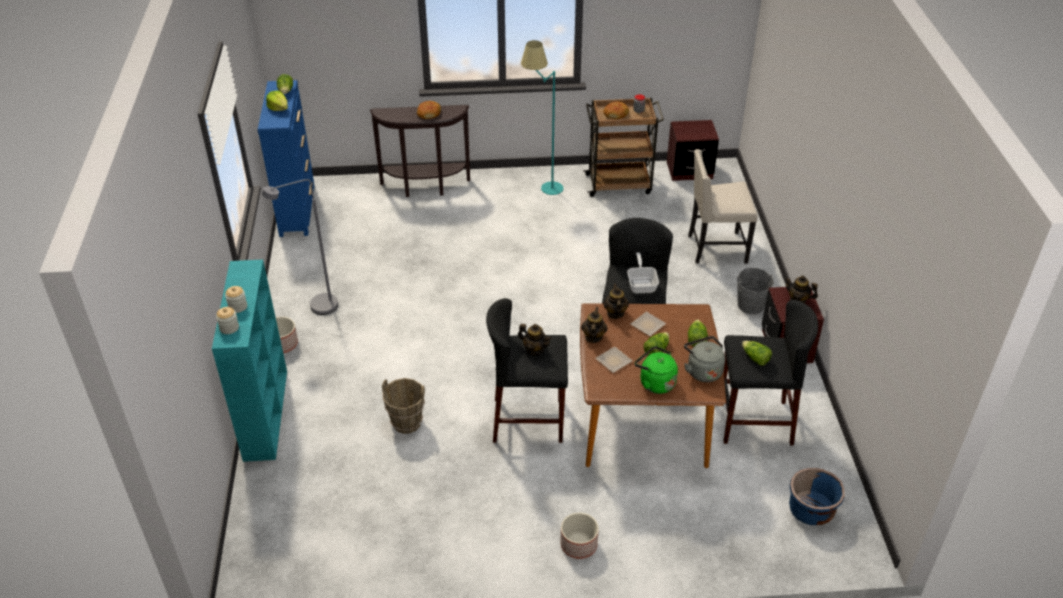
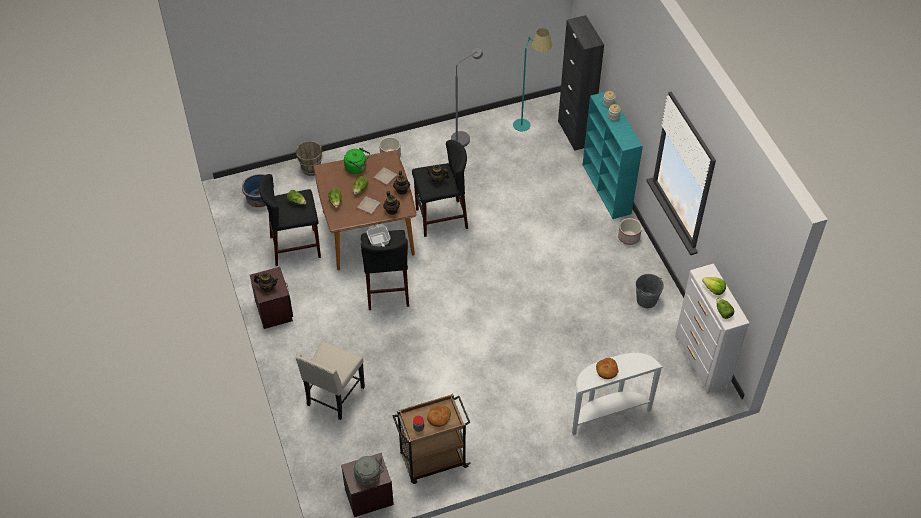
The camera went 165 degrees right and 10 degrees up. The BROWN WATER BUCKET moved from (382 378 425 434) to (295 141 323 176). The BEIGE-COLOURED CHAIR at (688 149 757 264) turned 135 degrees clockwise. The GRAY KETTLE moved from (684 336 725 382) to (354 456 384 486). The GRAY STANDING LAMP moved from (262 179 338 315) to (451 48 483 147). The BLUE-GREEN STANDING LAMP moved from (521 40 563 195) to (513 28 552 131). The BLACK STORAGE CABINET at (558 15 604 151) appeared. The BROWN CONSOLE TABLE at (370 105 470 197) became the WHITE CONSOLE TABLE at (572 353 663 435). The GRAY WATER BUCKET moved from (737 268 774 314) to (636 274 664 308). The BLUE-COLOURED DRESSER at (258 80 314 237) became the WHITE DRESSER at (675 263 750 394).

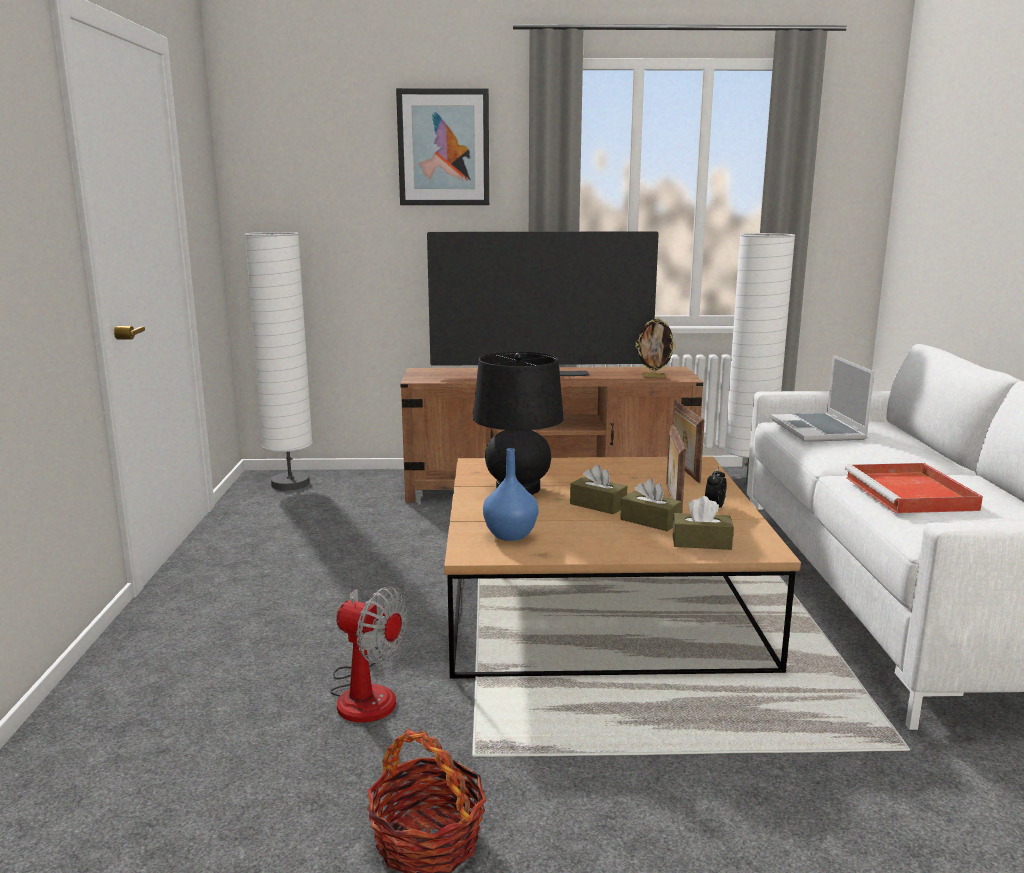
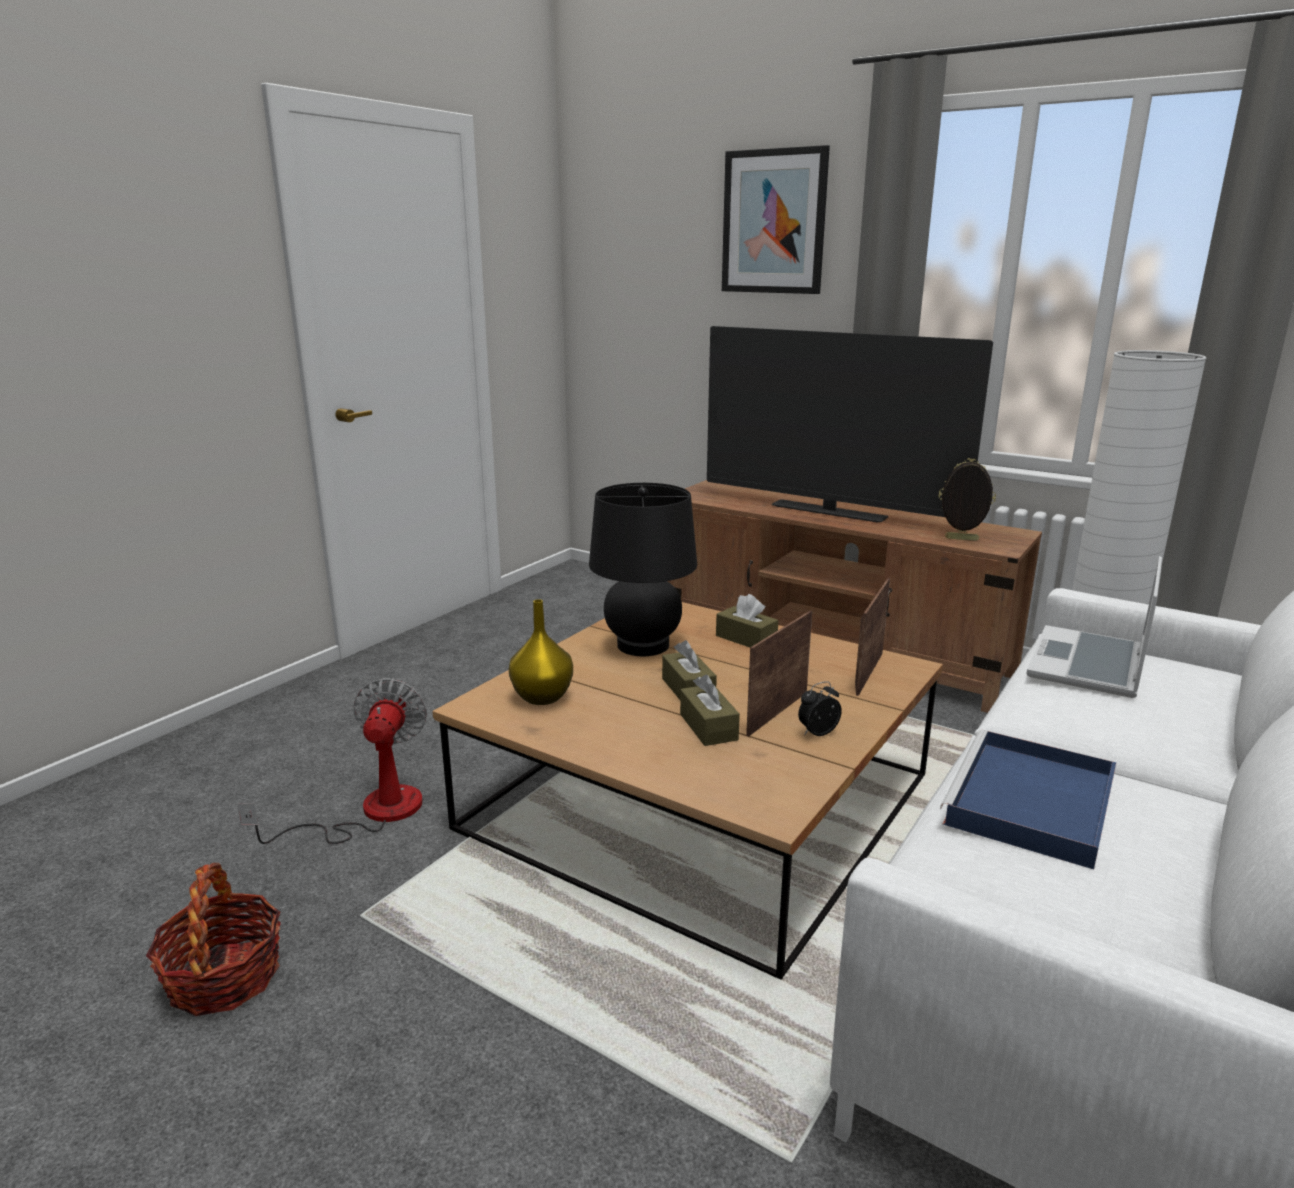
The camera went 35 degrees right and 5 degrees up. The COOLING FAN at (330 587 408 723) turned 150 degrees counterclockwise. The BLUE-COLOURED DECORATIVE VASE at (483 448 539 541) became the YELLOW DECORATIVE VASE at (509 599 573 705). The BROWN TISSUE HOLDER moved from (672 496 734 550) to (716 594 778 647). The PHOTO FRAME at (635 317 676 378) turned 150 degrees clockwise. The RED CARRYING TRAY at (845 463 983 513) became the BLUE-COLOURED CARRYING TRAY at (940 730 1116 869). The WHITE STANDING LAMP at (245 232 313 490) disappeared.

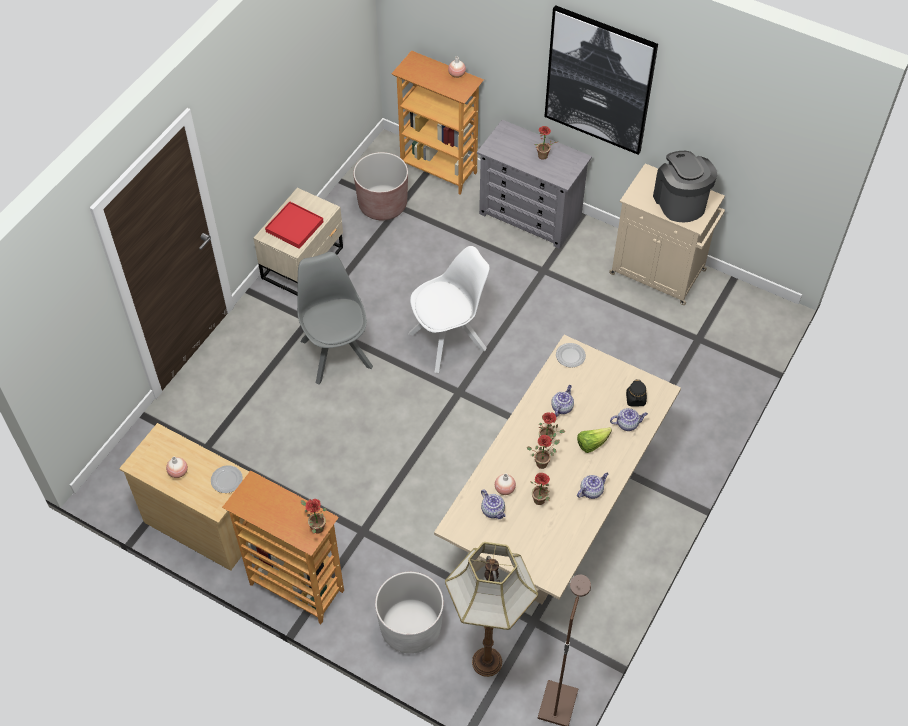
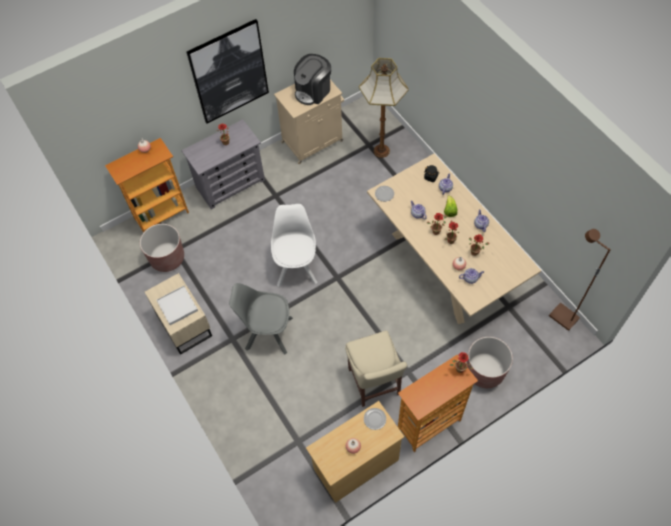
The camera went 60 degrees left and 5 degrees up. The RED CARRYING TRAY at (265 201 324 249) became the WHITE CARRYING TRAY at (157 286 198 325). The COFFEE MACHINE at (653 151 717 223) turned 60 degrees counterclockwise. The BEIGE-COLOURED CHAIR at (345 331 407 407) appeared. The STANDING LAMP moved from (445 542 538 677) to (359 58 409 158). The WHITE PLANT POT at (375 572 444 654) became the BROWN PLANT POT at (467 337 513 388).

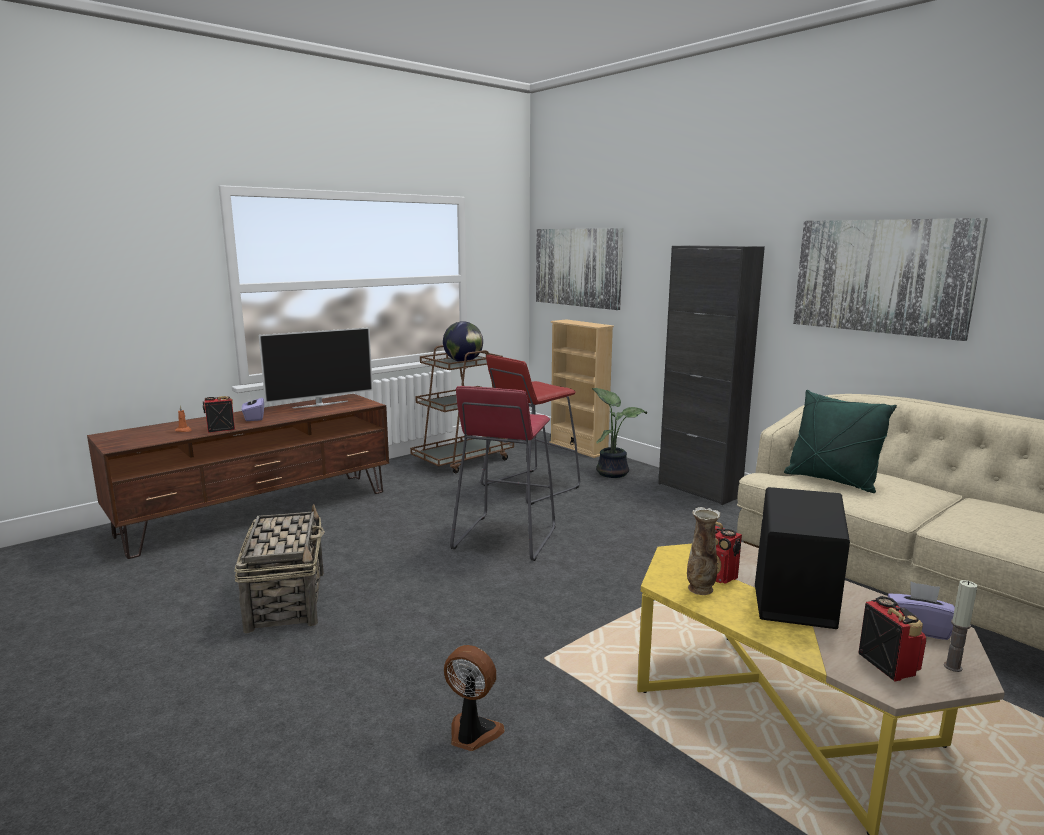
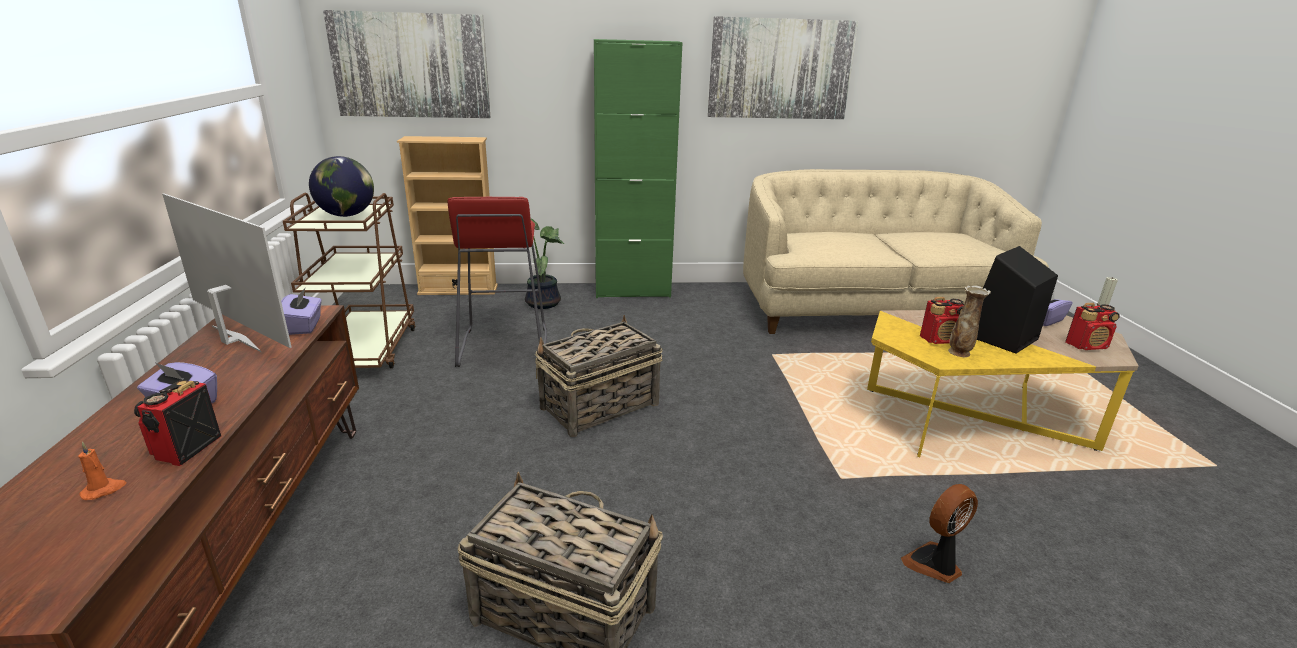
The camera went 55 degrees left and 10 degrees up. The TV SET at (259 327 373 408) turned 60 degrees counterclockwise. The PURPLE-COLOURED TISSUE HOLDER at (281 287 322 335) appeared. The RED STOOL SEAT at (450 386 555 561) was replaced by the STORAGE BASKET at (535 315 663 437). The BLACK STORAGE CABINET at (658 245 765 505) became the GREEN-COLOURED STORAGE CABINET at (594 39 683 298). The RADIO RECEIVER at (858 596 926 681) turned 150 degrees clockwise. The GREEN-COLOURED PILLOW at (784 390 897 493) disappeared.

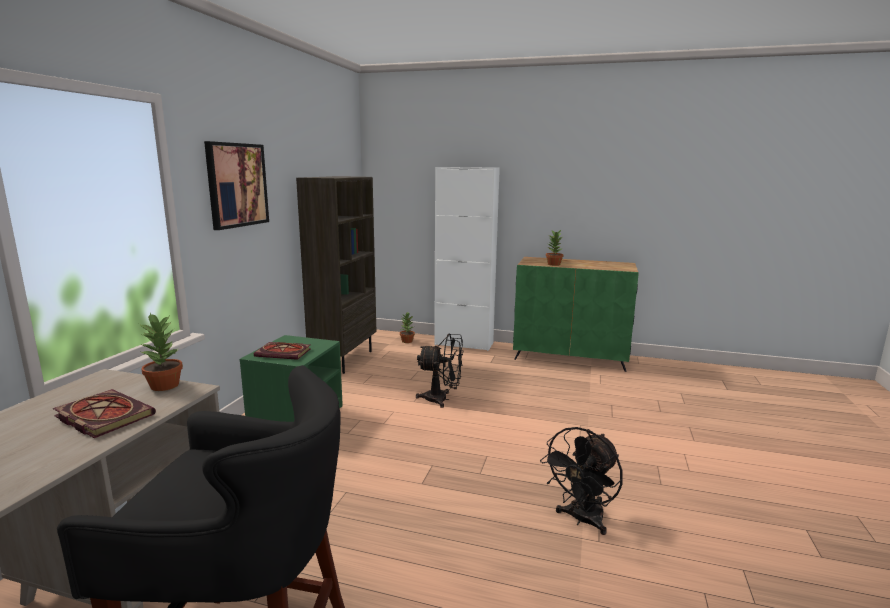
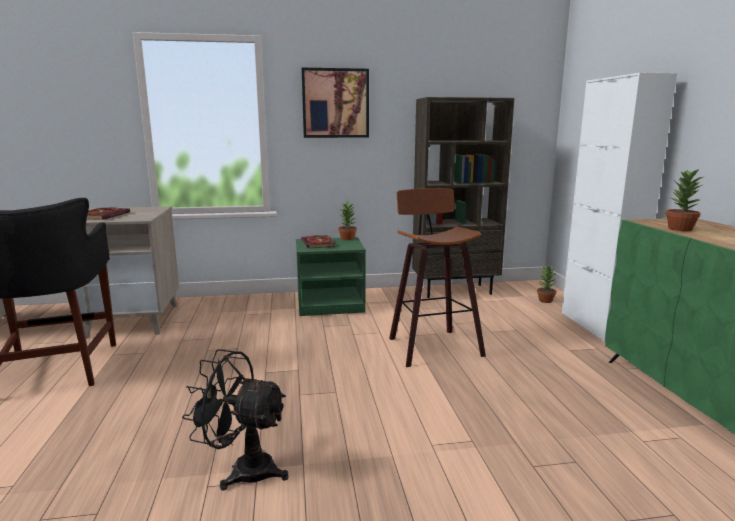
The camera went 65 degrees right and 0 degrees up. The HOUSEPLANT moved from (139 313 183 391) to (338 201 357 240). The BLACK COOLING FAN at (416 334 463 408) was replaced by the STOOL SEAT at (389 188 486 367).

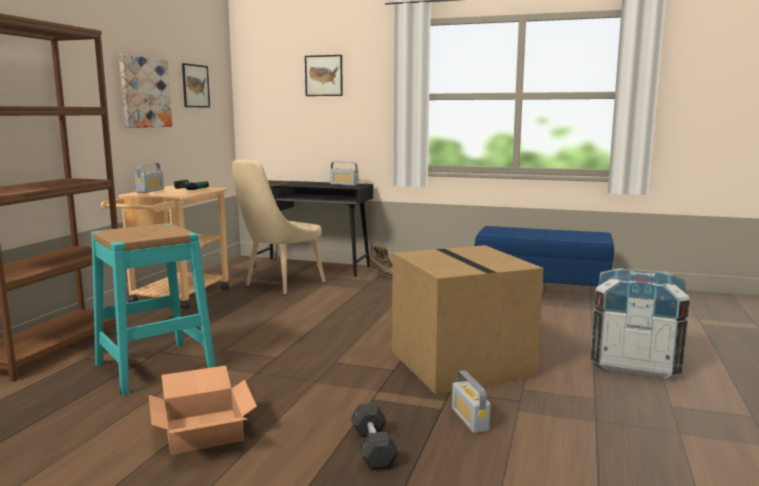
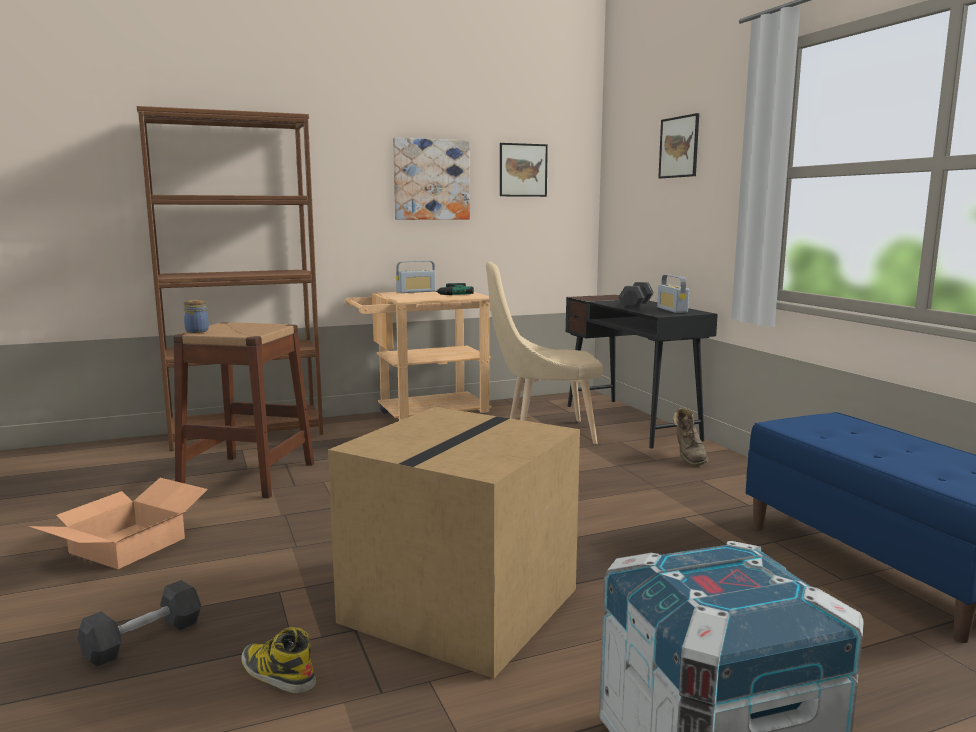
The camera went 50 degrees right and 0 degrees up. The BLUE-GREEN STOOL SEAT at (91 223 216 396) became the BROWN STOOL SEAT at (173 322 314 498). The PRESERVE JAR at (184 300 209 333) appeared. The RADIO RECEIVER at (452 370 491 433) was replaced by the TALL BOOT at (241 627 316 693). The GRAY FREE WEIGHT at (619 282 654 309) appeared.

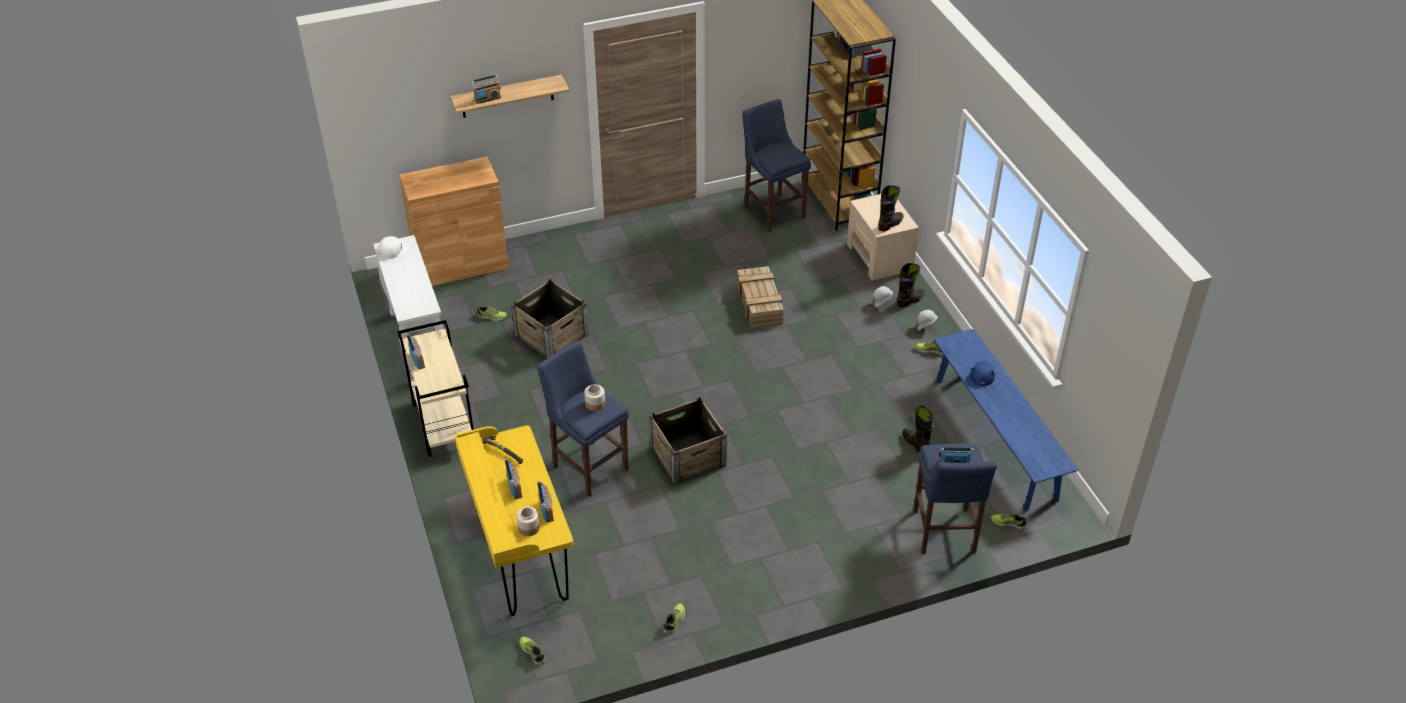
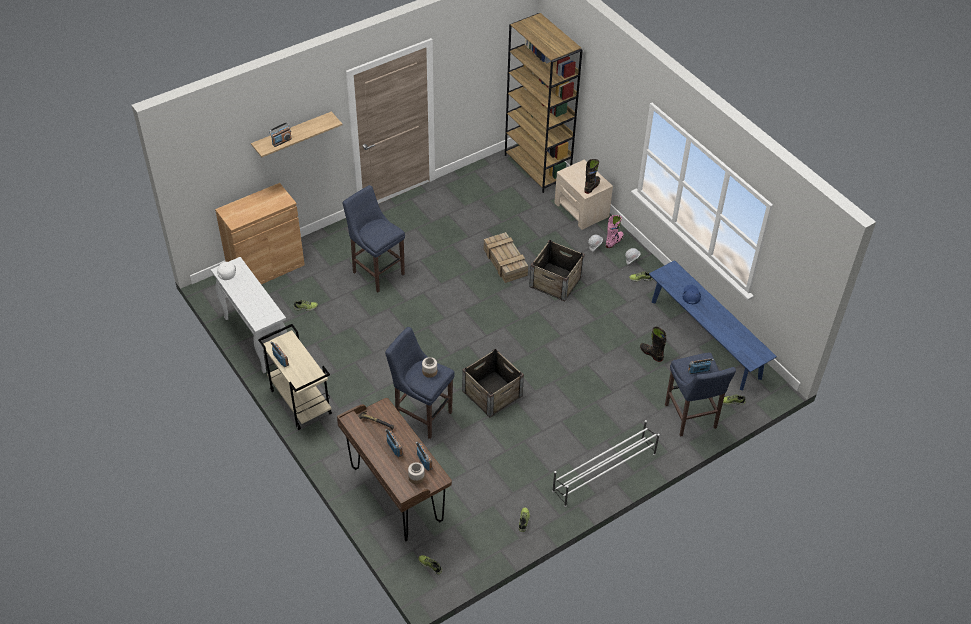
The camera went 15 degrees left and 5 degrees up. The YELLOW DESK at (455 425 573 616) became the BROWN DESK at (337 398 452 541). The BLUE-COLOURED STOOL SEAT moved from (742 99 811 232) to (343 185 405 292). The CRATE moved from (511 279 589 358) to (529 240 585 302). The WHITE SHOE RACK at (552 420 660 507) appeared. The BLACK TALL BOOT at (897 263 925 308) became the PINK-COLOURED TALL BOOT at (606 215 624 248).

